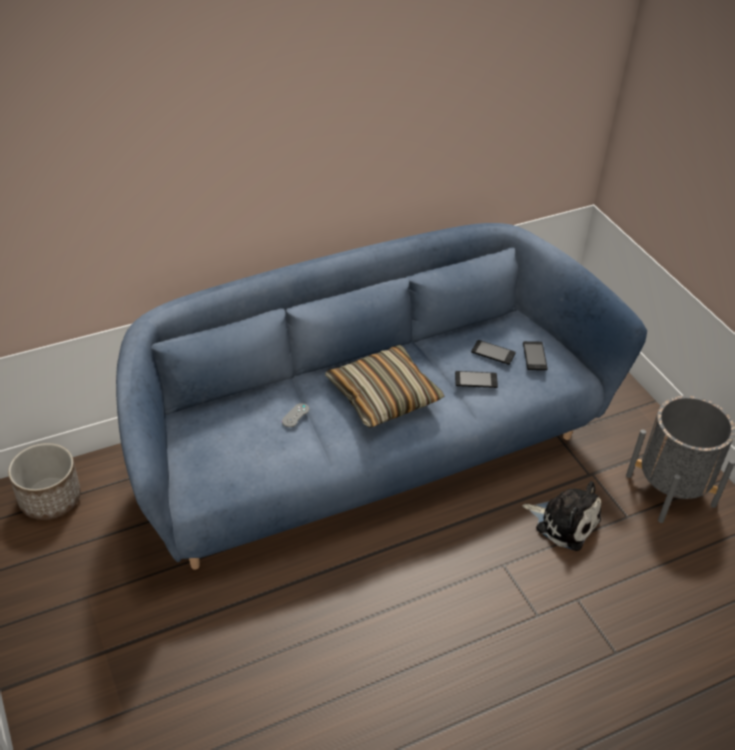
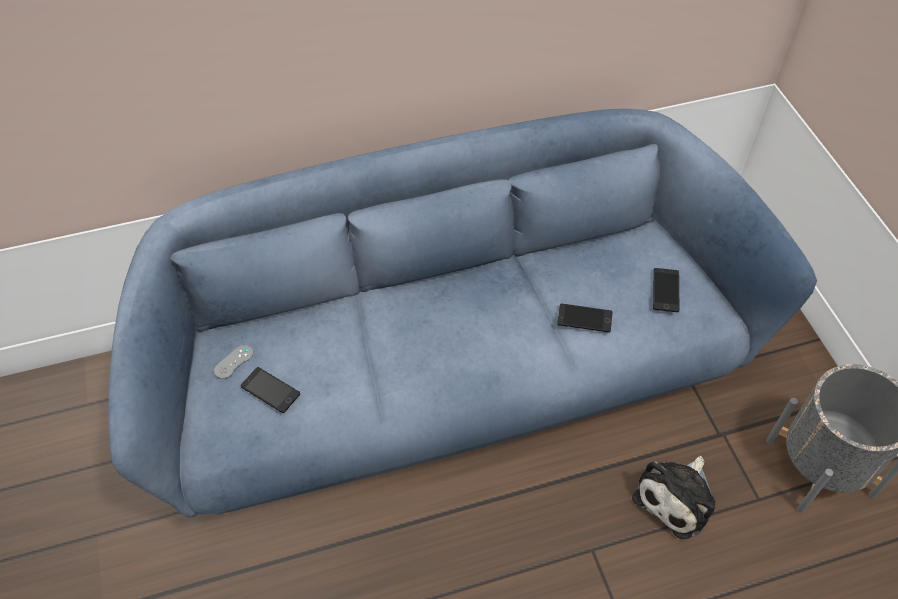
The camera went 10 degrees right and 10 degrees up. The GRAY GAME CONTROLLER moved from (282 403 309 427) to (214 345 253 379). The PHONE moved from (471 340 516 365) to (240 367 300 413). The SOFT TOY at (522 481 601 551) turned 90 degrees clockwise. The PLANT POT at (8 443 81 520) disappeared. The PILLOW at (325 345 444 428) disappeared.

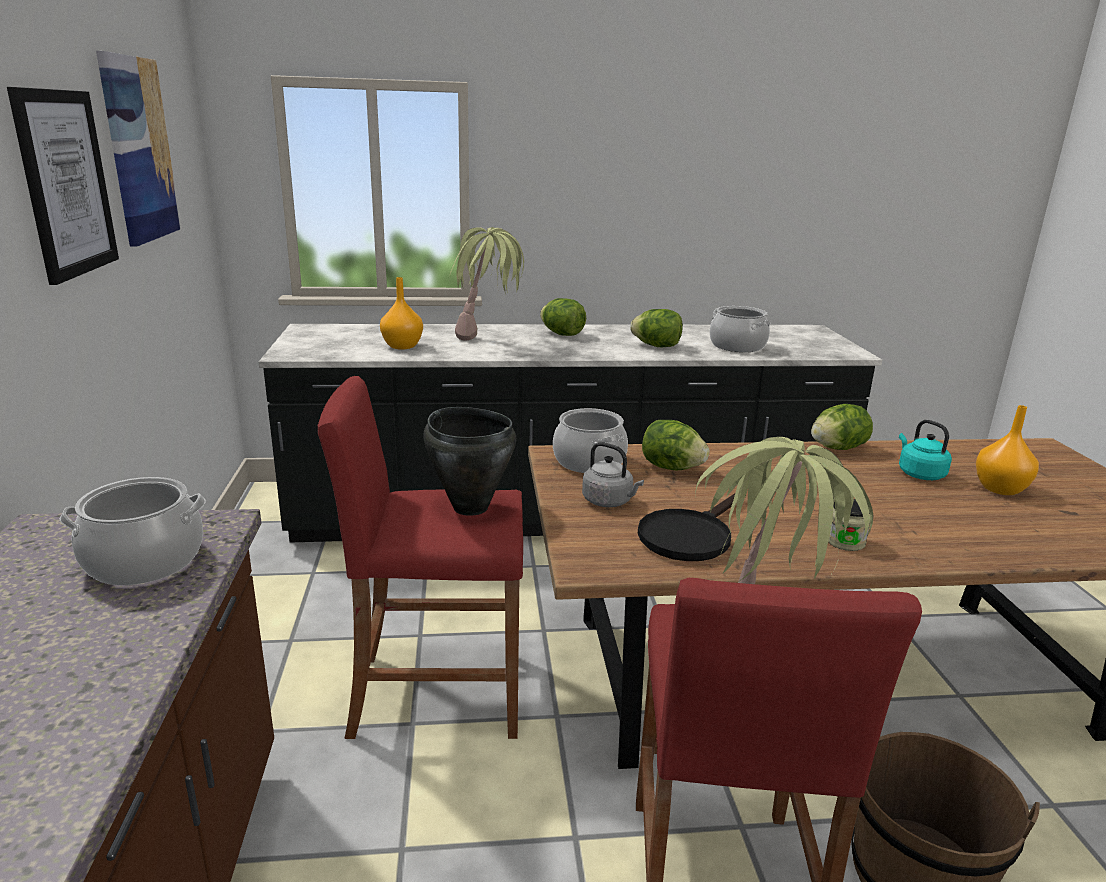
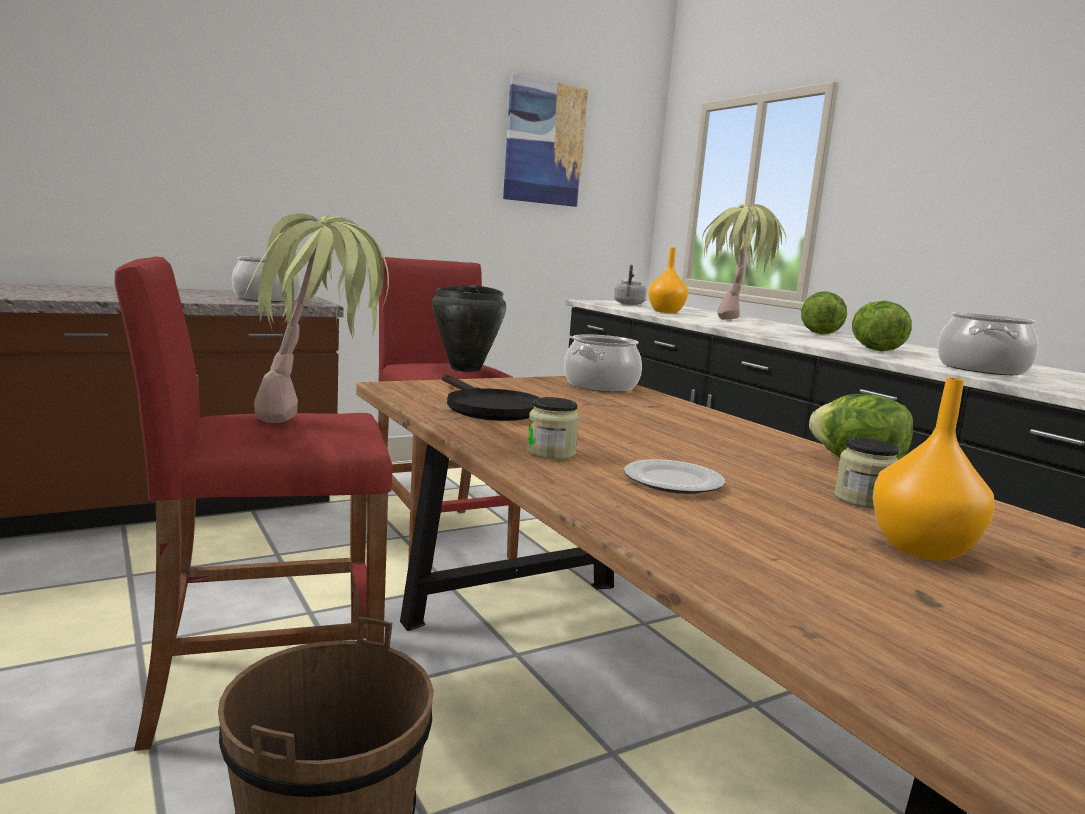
The camera went 65 degrees right and 10 degrees down. The BLACK SKILLET at (638 494 746 561) turned 135 degrees counterclockwise. The GRAY KETTLE moved from (582 442 644 507) to (614 265 646 305). The FLAT DISH at (624 459 725 494) appeared. The BLUE-GREEN KETTLE at (899 420 952 480) was replaced by the PRESERVE JAR at (834 438 899 509). The WALL ART at (7 87 119 285) disappeared. The LETTUCE at (642 420 709 470) disappeared.

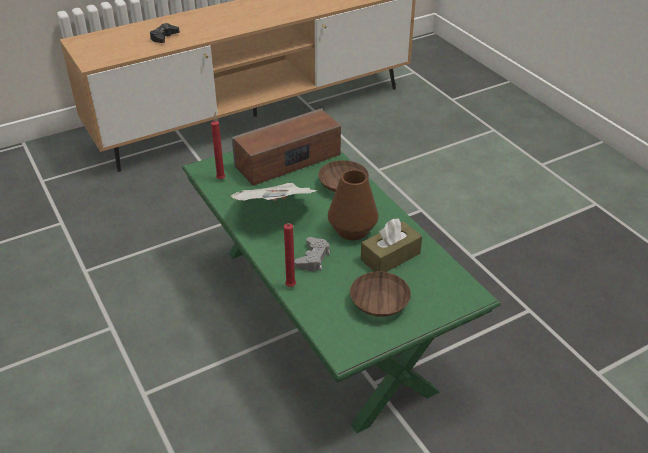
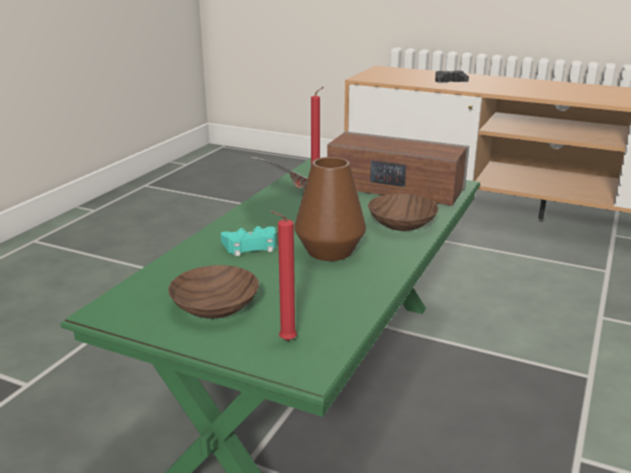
The camera went 55 degrees right and 15 degrees down. The GRAY GAME CONTROLLER at (294 237 330 271) became the BLUE-GREEN GAME CONTROLLER at (221 226 276 256). The RED WAX CANDLE moved from (284 223 296 287) to (270 210 297 341). The BROWN TISSUE HOLDER at (361 219 422 272) disappeared.

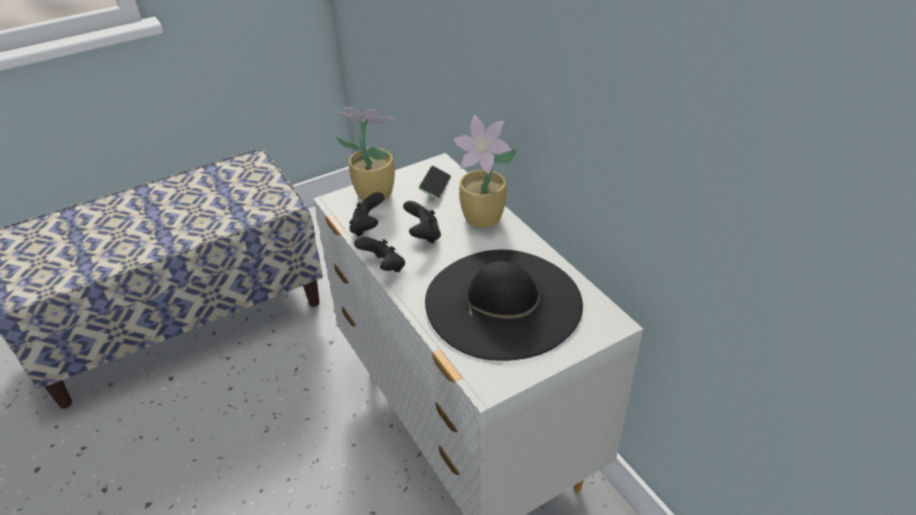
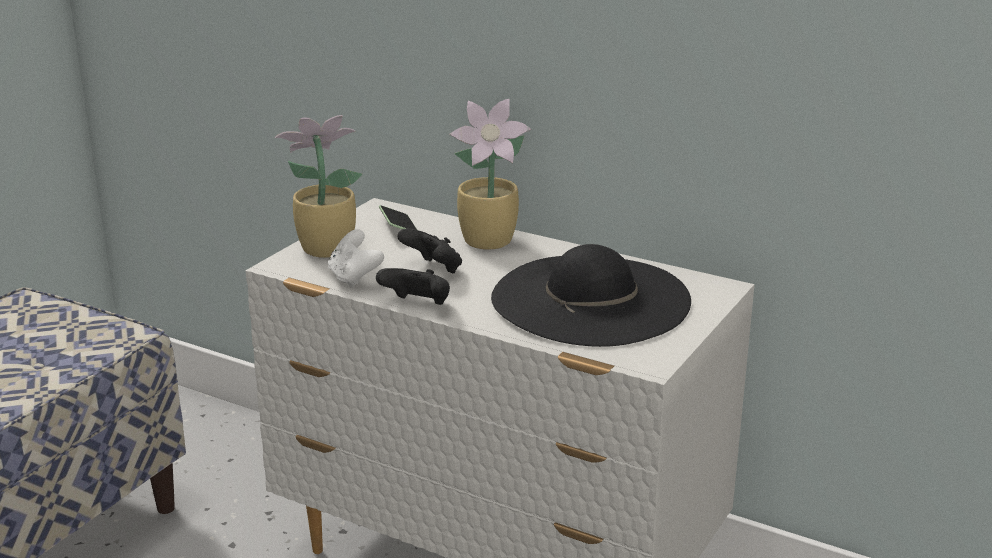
The camera went 30 degrees left and 15 degrees down. The BLACK GAME CONTROLLER at (349 192 384 237) became the WHITE GAME CONTROLLER at (328 229 384 288).

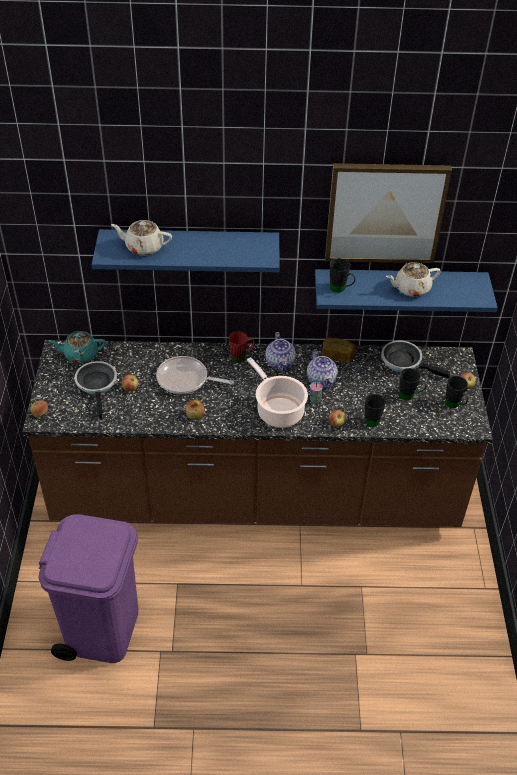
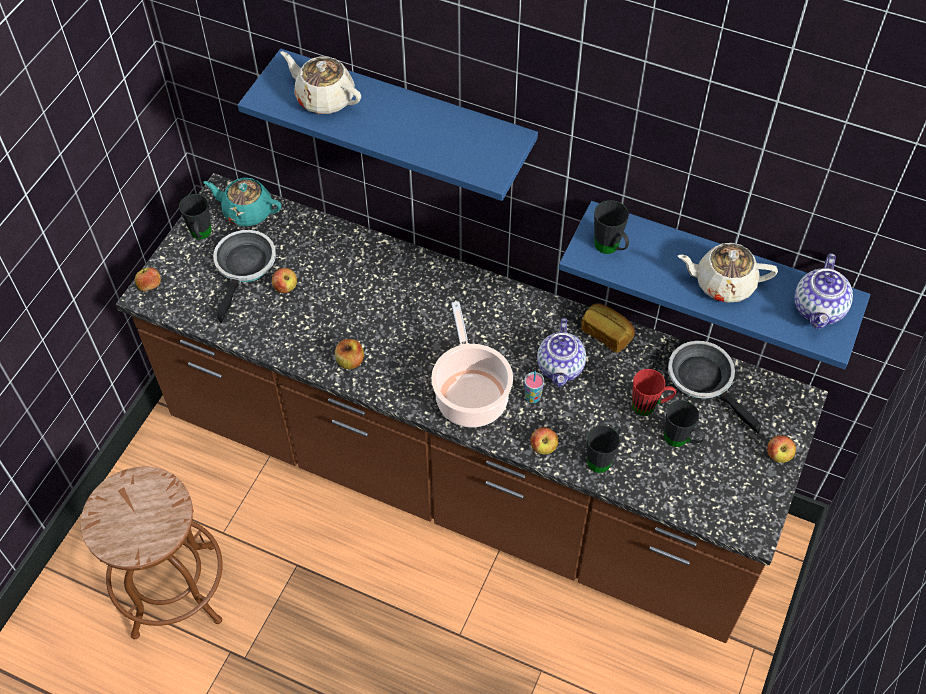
The camera went 25 degrees right and 10 degrees up. The PURPLE-COLOURED WASTE BIN at (38 514 139 663) was replaced by the BROWN STOOL SEAT at (81 466 223 639). The BLACK COFFEE MUG moved from (445 376 469 408) to (179 194 212 239). The RED COFFEE MUG moved from (229 331 255 363) to (632 369 676 416). The TEA POT moved from (265 332 296 372) to (794 253 853 329). The SKILLET at (156 356 234 394) disappeared. The WALL ART at (325 163 452 263) disappeared.

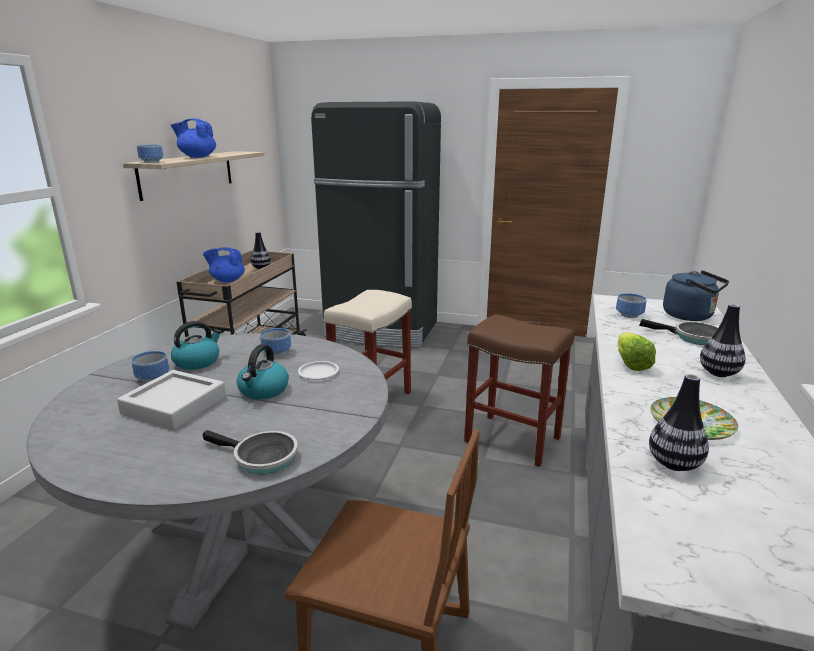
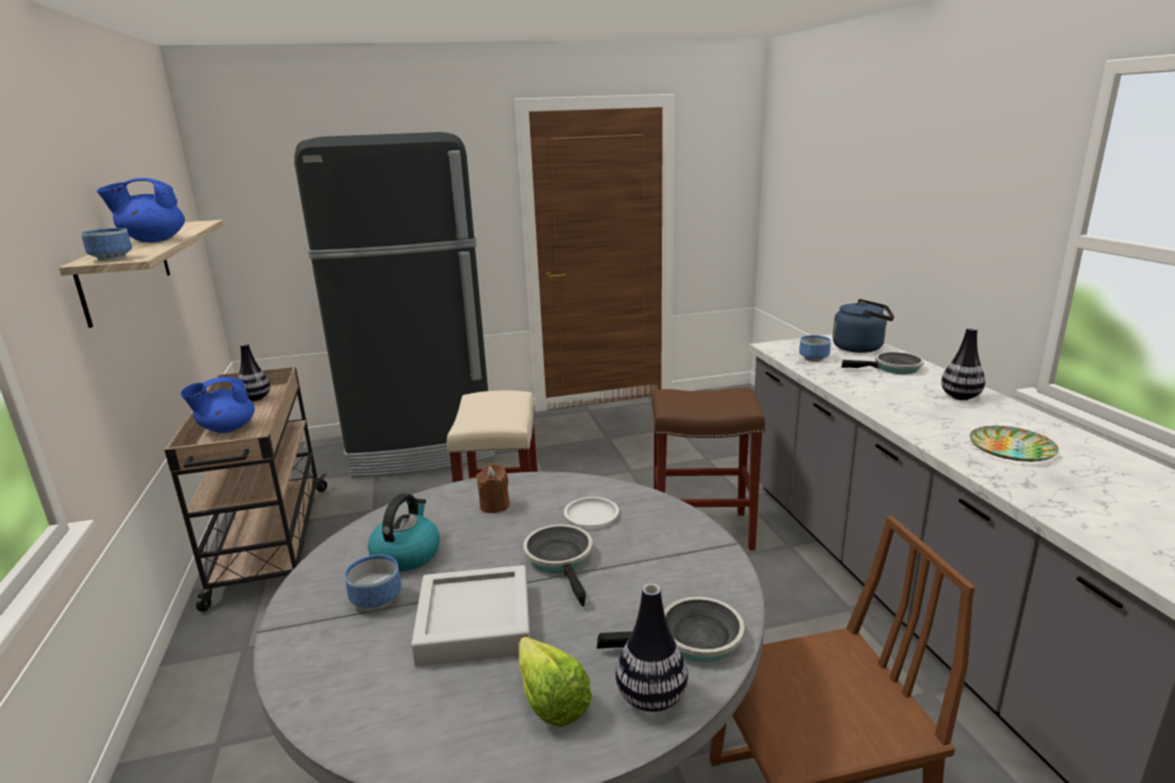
The camera went 30 degrees left and 0 degrees up. The SERVING BOWL at (260 328 291 356) was replaced by the BROWN WAX CANDLE at (476 463 510 513). The LETTUCE moved from (618 332 656 371) to (518 637 592 727). The KETTLE at (237 344 289 400) was replaced by the SKILLET at (523 524 593 607). The DECORATIVE VASE moved from (649 374 709 471) to (616 584 688 712).

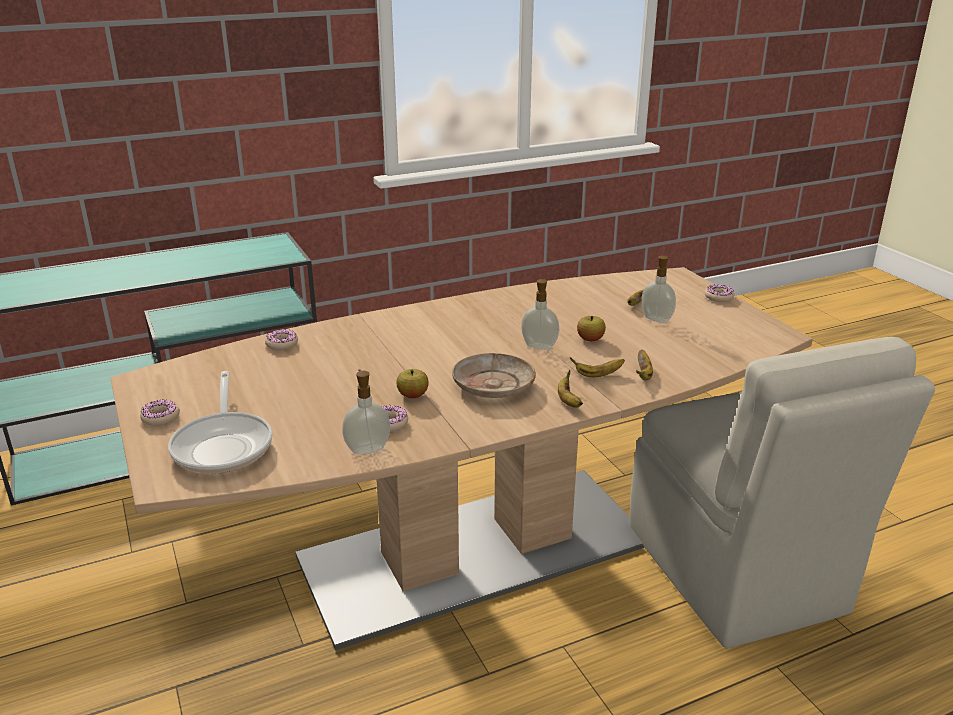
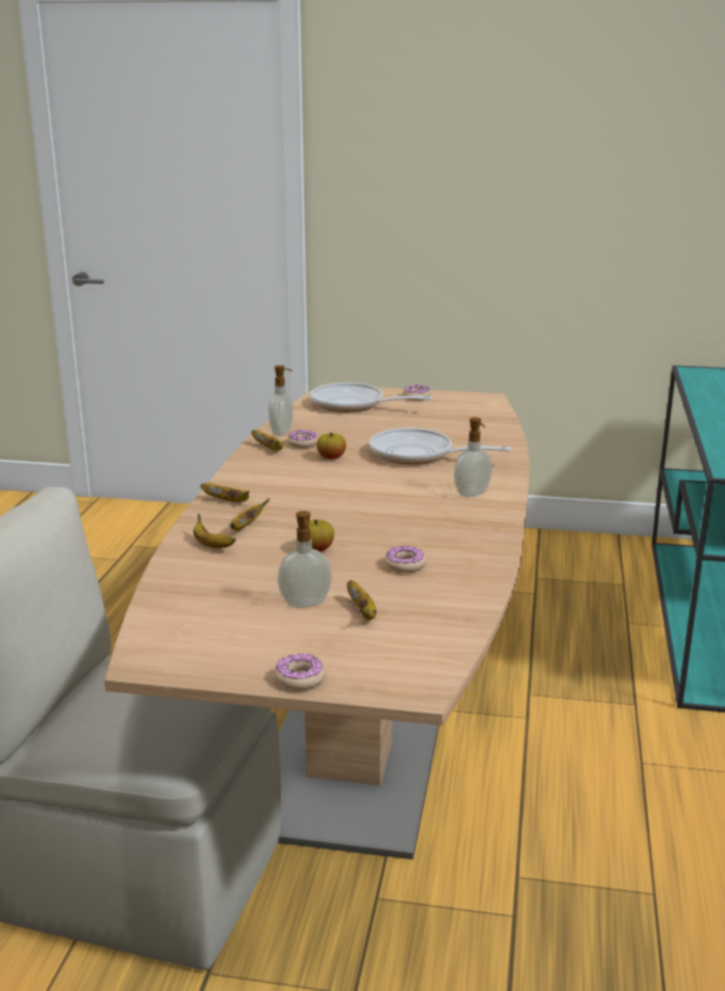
The camera went 125 degrees right and 5 degrees down. The WHOLE BANANA at (251 430 283 451) appeared. The SKILLET at (369 428 512 464) appeared. The DONUT moved from (265 329 298 350) to (384 546 426 573). The SOAP BOTTLE moved from (521 279 559 350) to (454 417 492 497). The BEIGE-COLOURED FLAT DISH at (452 353 536 398) disappeared.

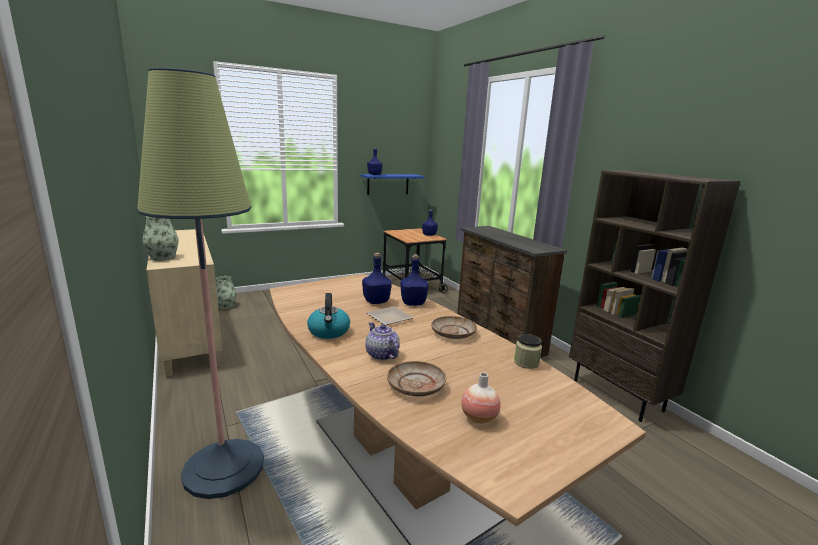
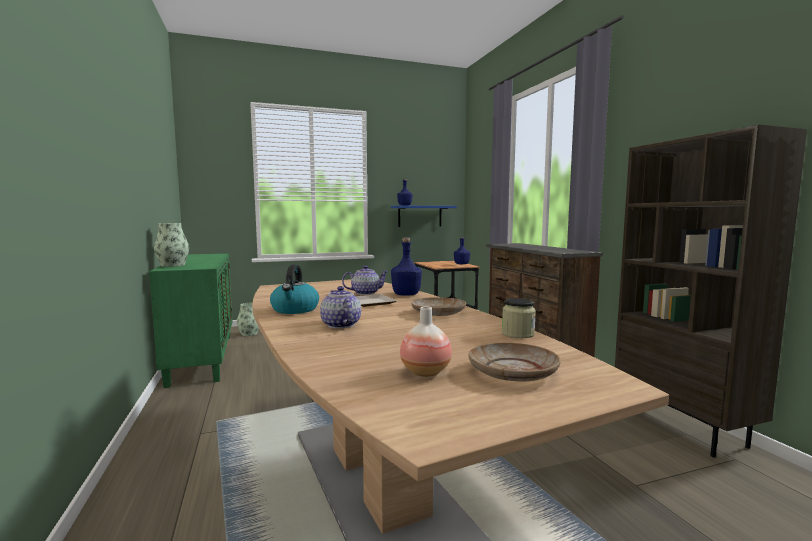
The camera went 10 degrees right and 10 degrees down. The BEIGE-COLOURED STORAGE CABINET at (146 229 222 377) became the GREEN-COLOURED STORAGE CABINET at (149 253 232 388). The BLUE-COLOURED BEVERAGE BOTTLE at (362 253 392 304) was replaced by the TEA POT at (342 265 389 295). The BEIGE-COLOURED FLAT DISH moved from (387 361 446 396) to (469 342 561 382). The STANDING LAMP at (137 68 264 499) disappeared.

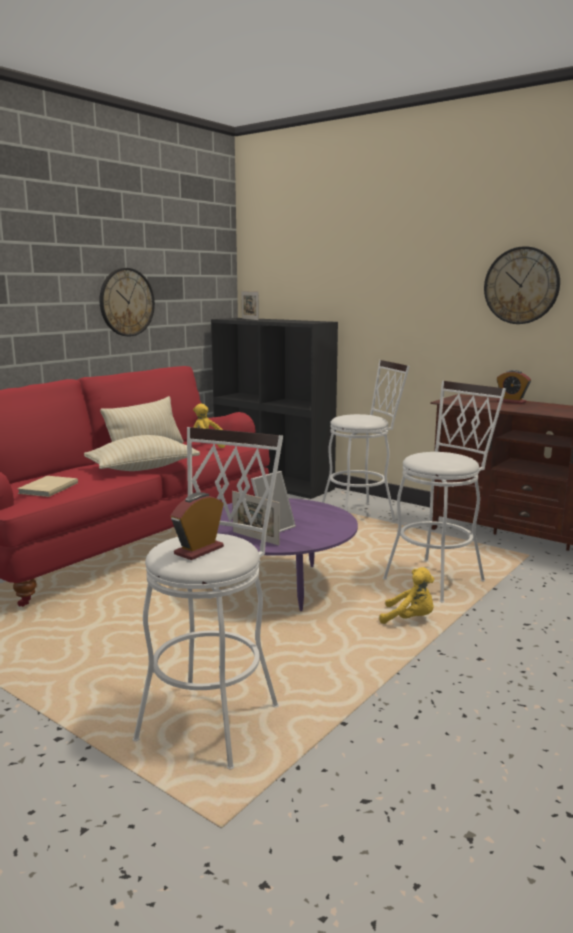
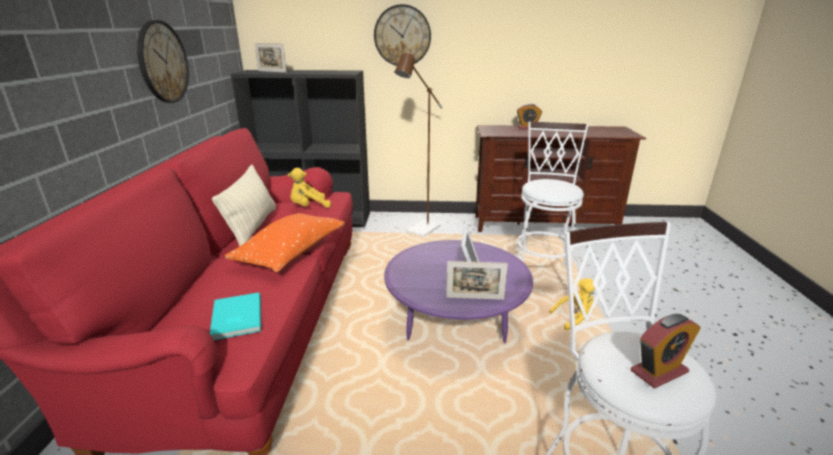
The camera went 35 degrees left and 10 degrees up. The BEIGE-COLOURED VOLUME at (17 476 78 497) became the BLUE-GREEN VOLUME at (210 293 261 340). The BEIGE-COLOURED PILLOW at (84 435 200 471) became the ORANGE PILLOW at (225 213 345 272). The HANGING CLOCK moved from (484 246 560 324) to (374 4 431 66). The WHITE STOOL SEAT at (322 360 410 521) was replaced by the BROWN STANDING LAMP at (395 50 443 237). The TABLE CLOCK at (171 492 224 560) turned 120 degrees counterclockwise.

